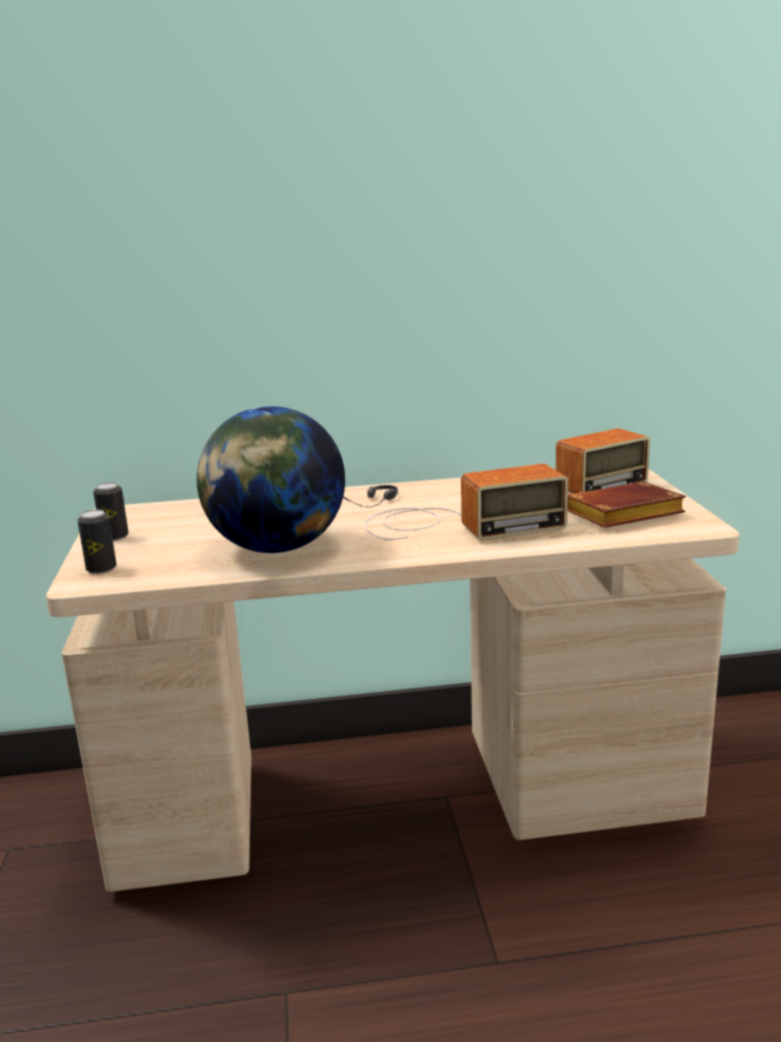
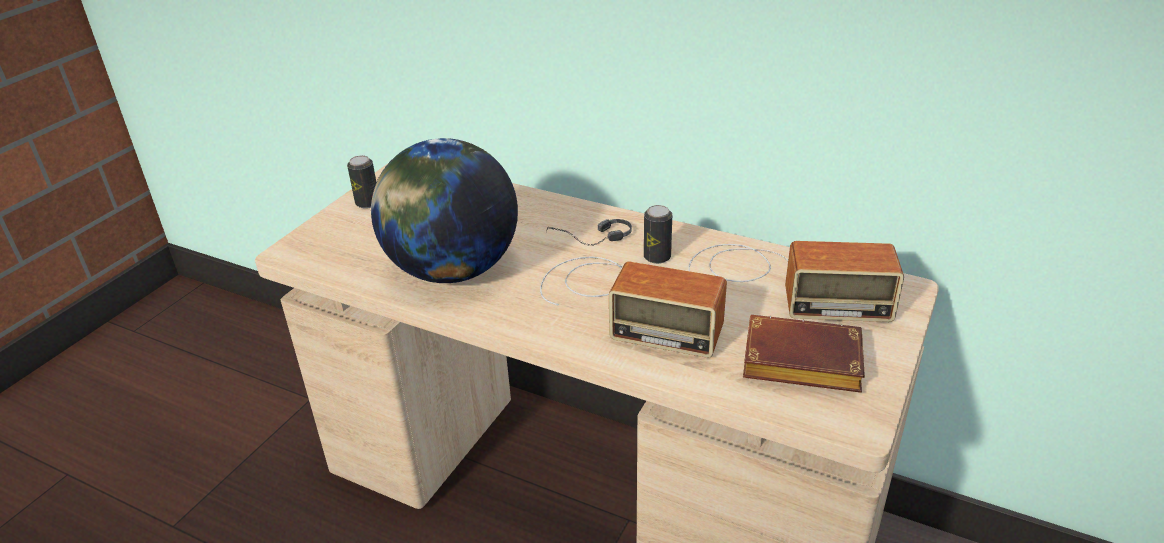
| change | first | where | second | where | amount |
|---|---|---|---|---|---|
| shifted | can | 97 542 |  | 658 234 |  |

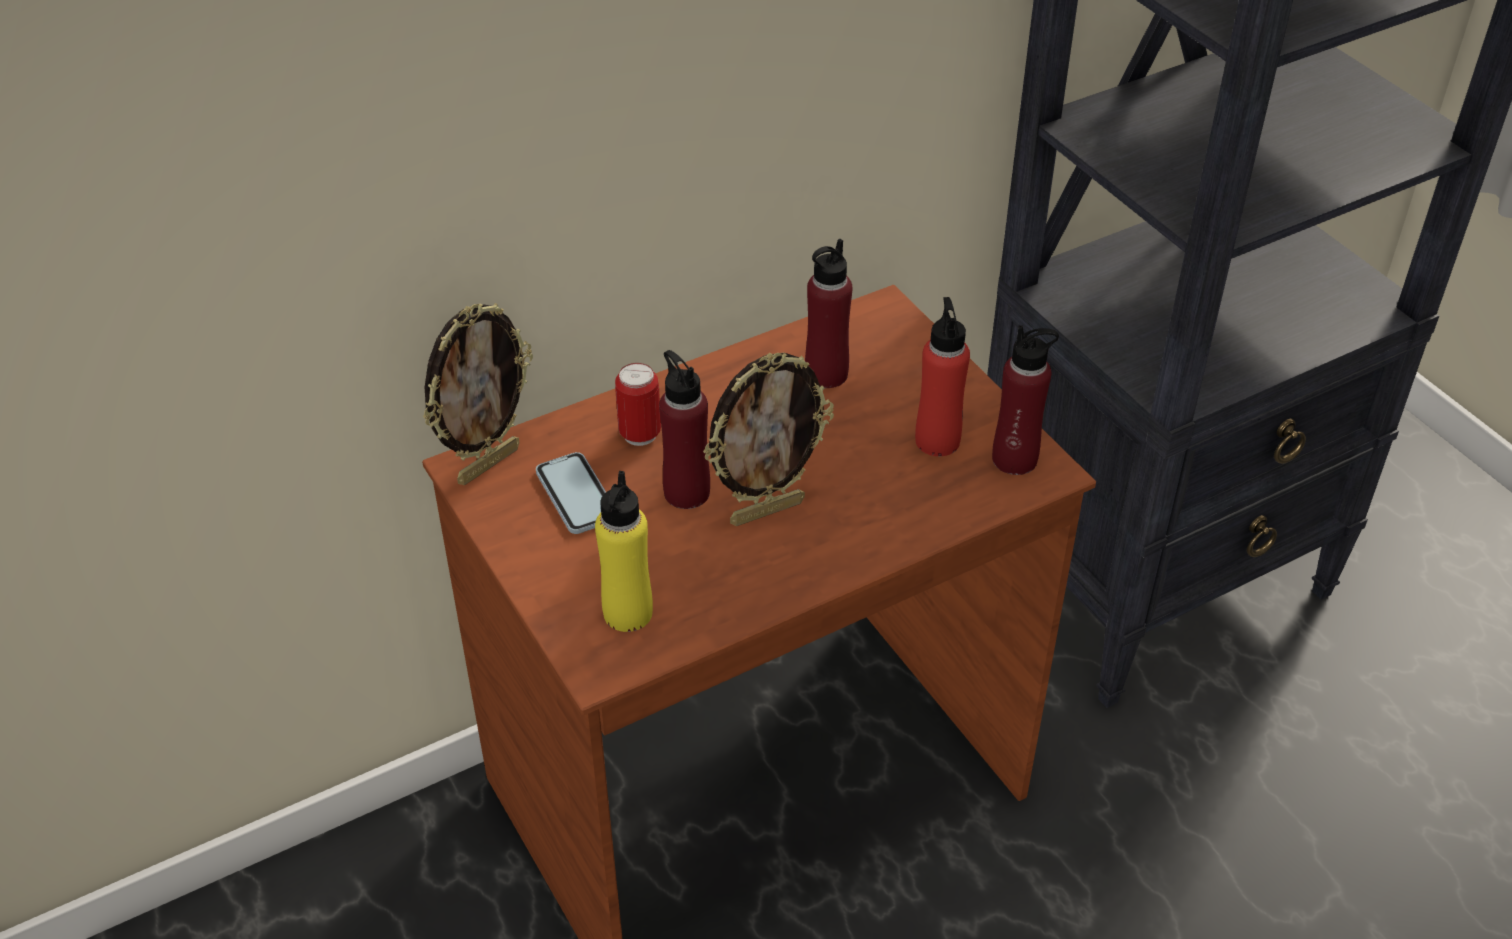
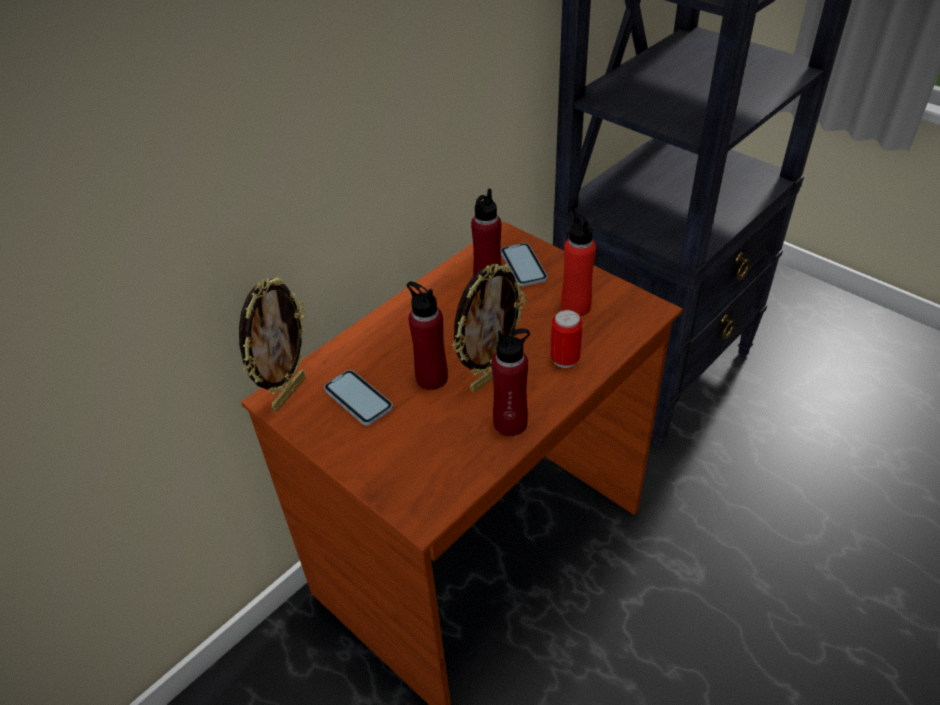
| change | first | where | second | where | amount |
|---|---|---|---|---|---|
| shifted | red bottle | 1025 400 |  | 511 382 |  |
| new |  |  | phone | 524 264 |  |
| shifted | can | 638 404 |  | 566 339 |  |
| gone | yellow bottle | 624 551 |  |  |  |

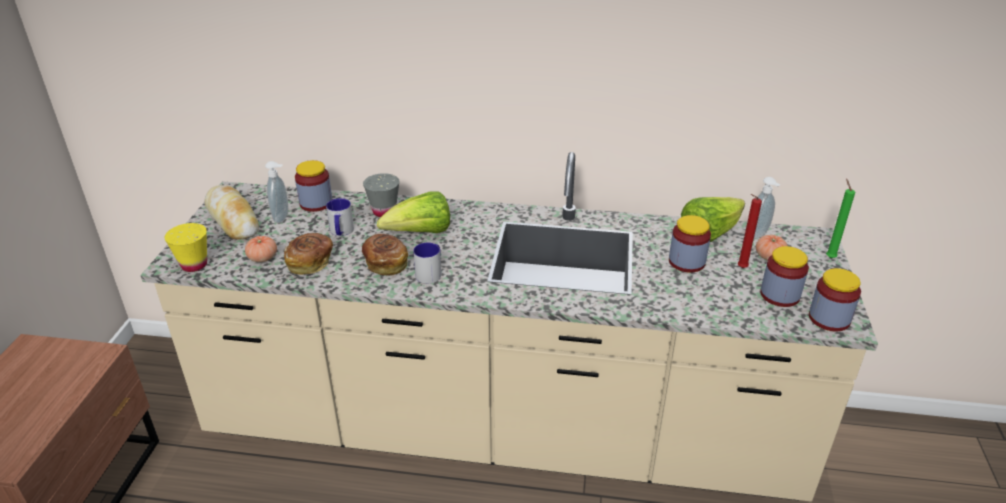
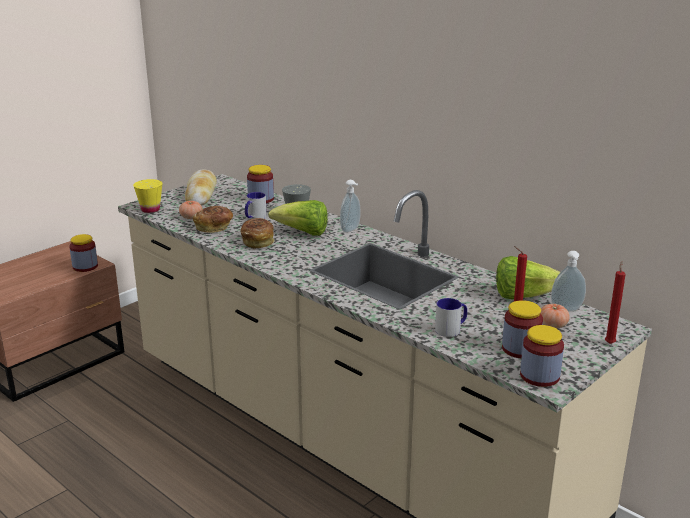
| change | first | where | second | where | amount |
|---|---|---|---|---|---|
| shifted | jar | 690 244 |  | 83 253 |  |
| shifted | soap dispenser | 276 192 |  | 350 206 |  |
| shifted | mug | 427 263 |  | 451 317 |  |
| repainted | green candle | 840 218 | red candle | 615 302 |  |

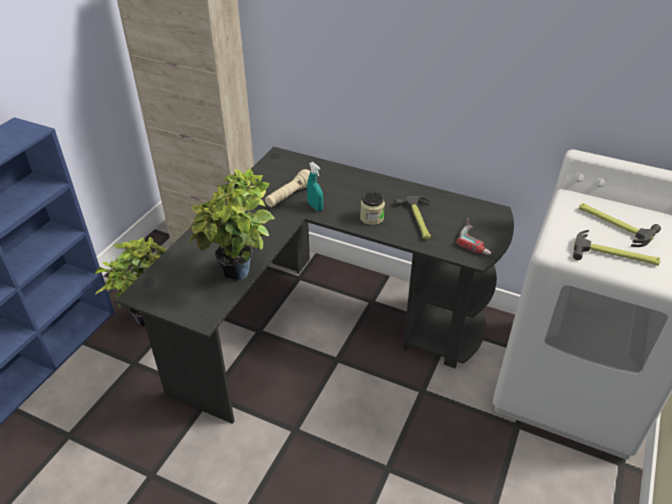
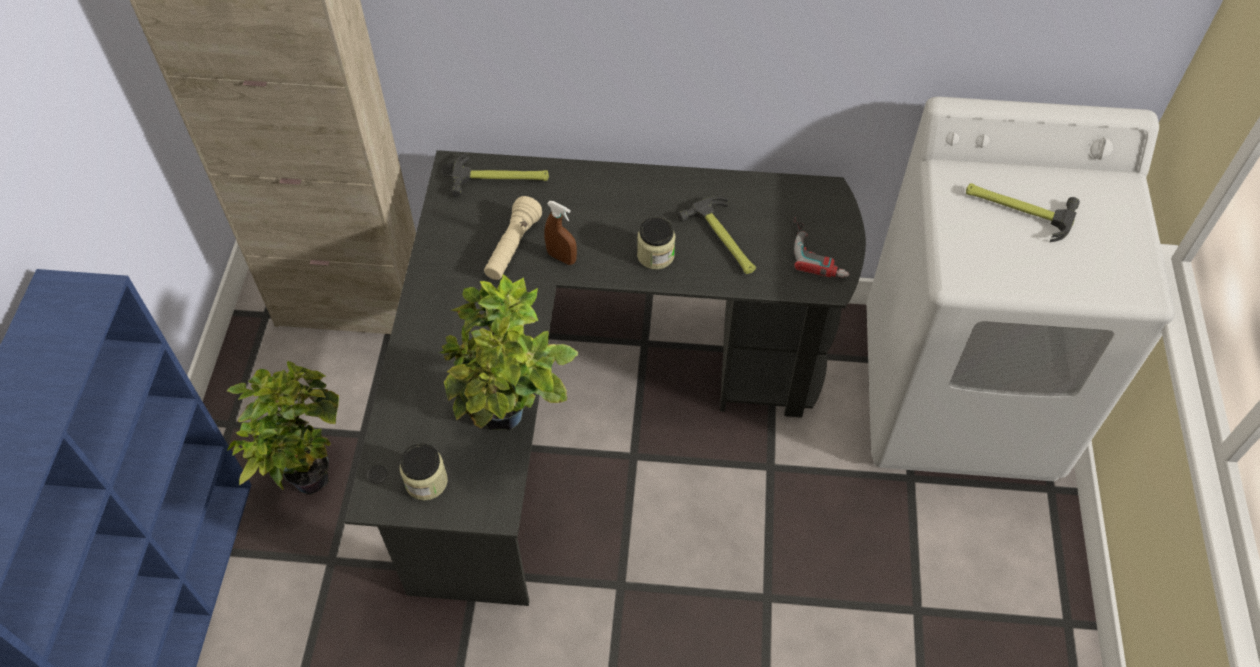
| change | first | where | second | where | amount |
|---|---|---|---|---|---|
| new |  |  | jar | 424 471 |  |
| shifted | hammer | 617 248 |  | 500 174 |  |
| repainted | turquoise spray bottle | 315 186 | brown spray bottle | 560 233 |  |

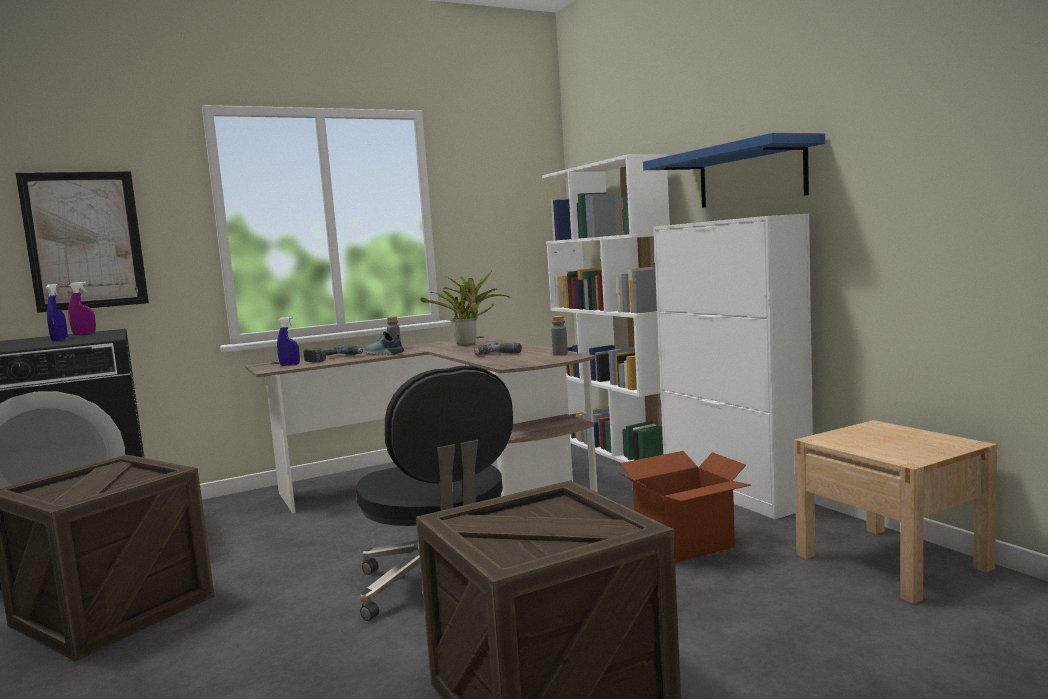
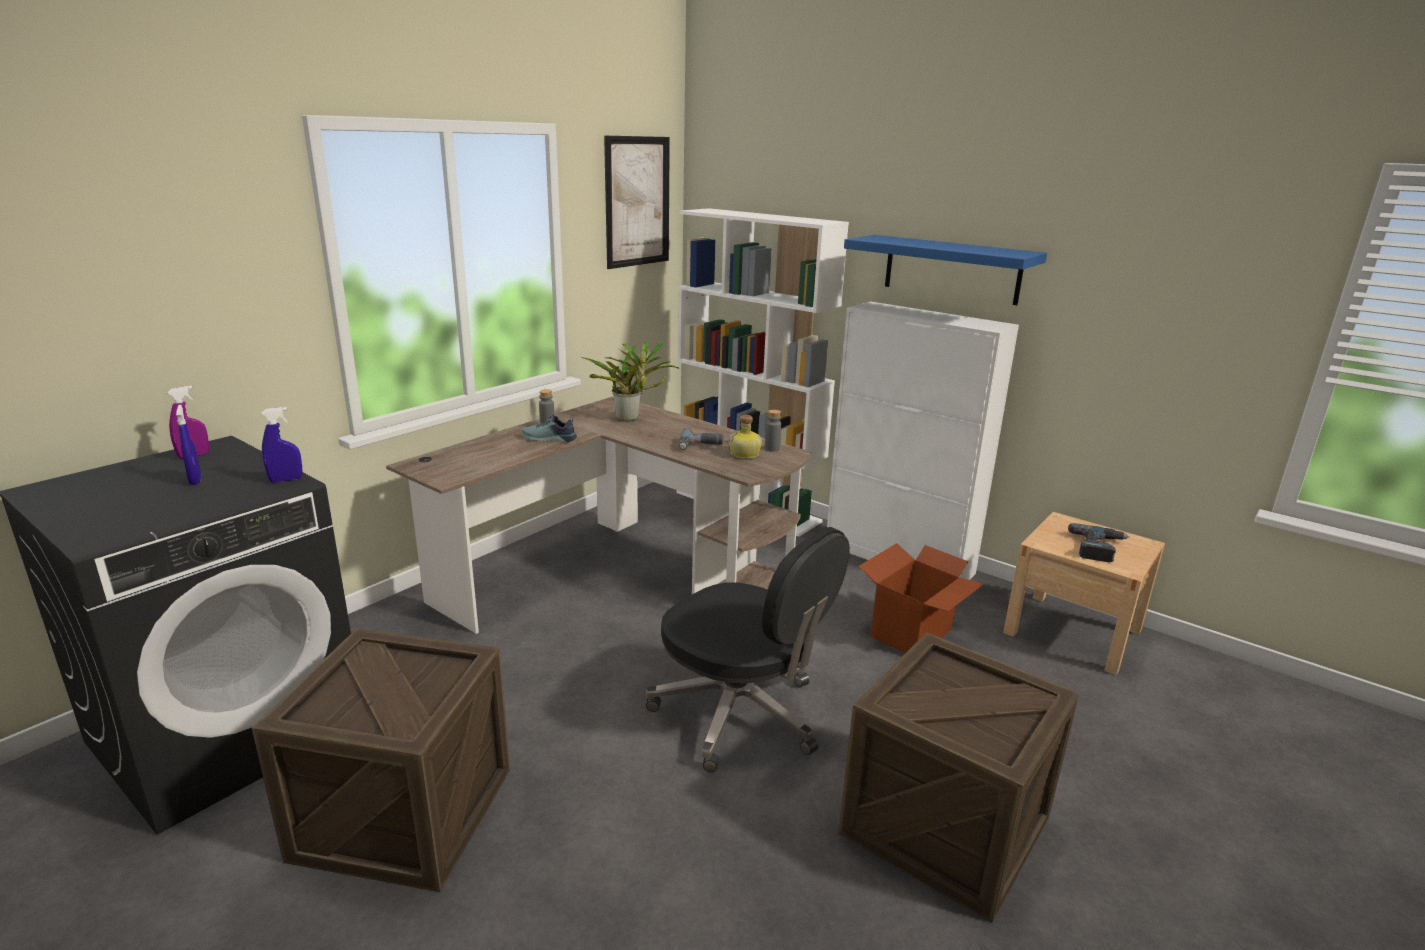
| change | first | where | second | where | amount |
|---|---|---|---|---|---|
| shifted | blue spray bottle | 288 341 |  | 281 444 |  |
| shifted | picture | 82 242 |  | 637 202 |  |
| new |  |  | bottle | 745 437 |  |
| shifted | power drill | 333 354 |  | 1099 542 |  |

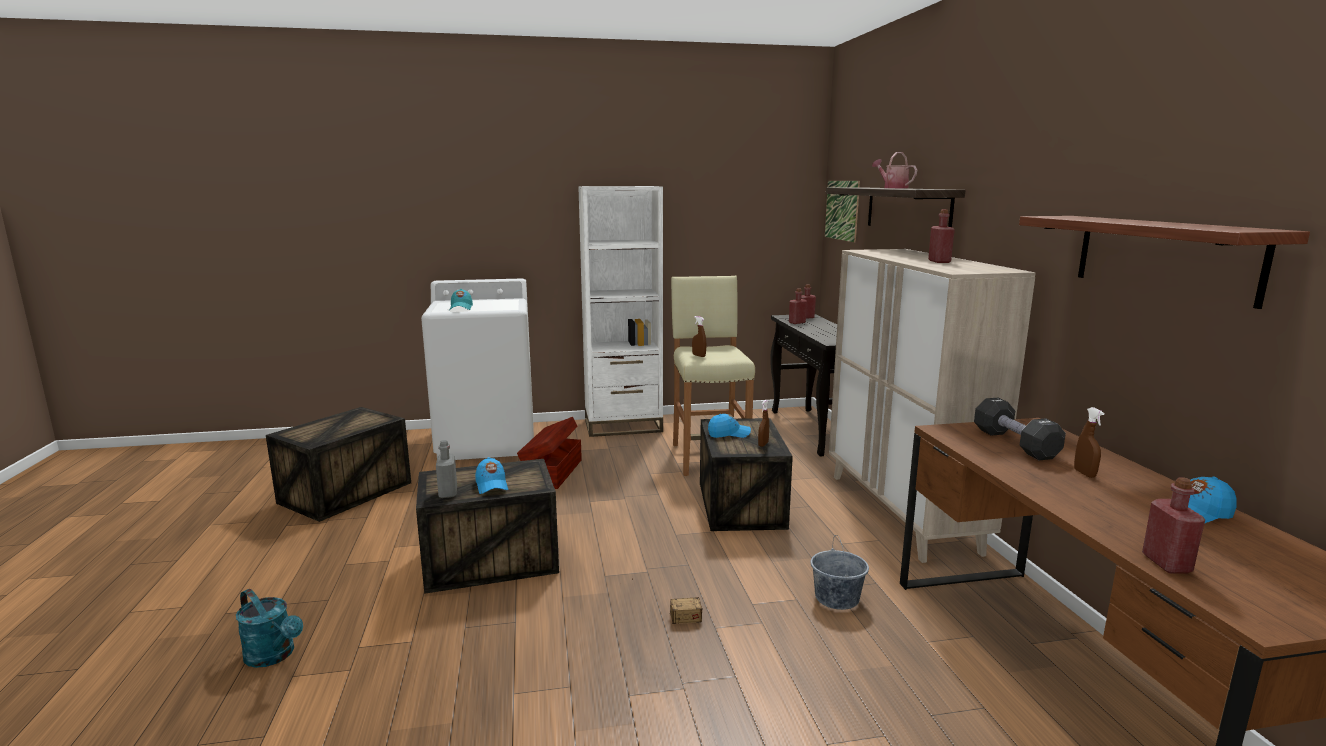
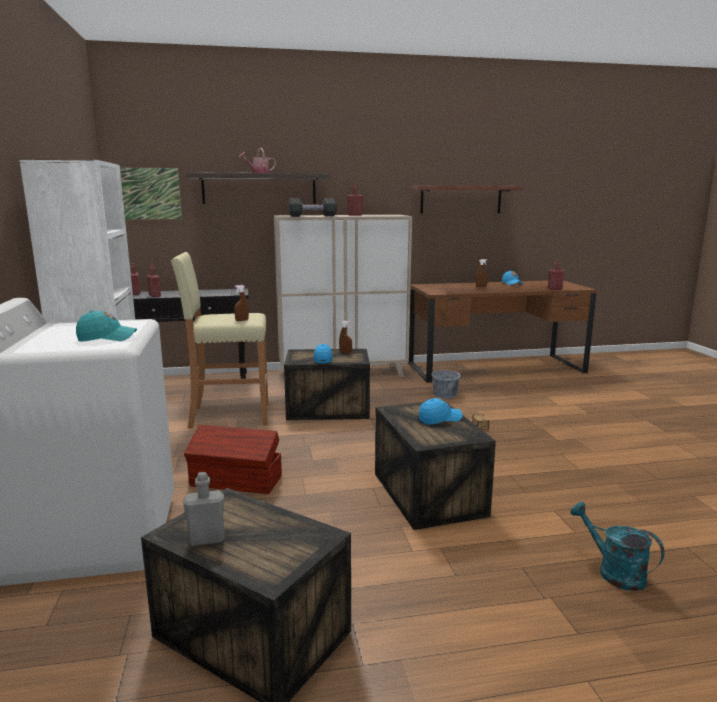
| change | first | where | second | where | amount |
|---|---|---|---|---|---|
| shifted | grey bottle | 446 469 |  | 203 509 |  |
| shifted | black dumbbell | 1020 429 |  | 312 207 |  |
| rotated | turquoise watering can | 269 628 |  | 617 546 | 75 degrees counterclockwise |

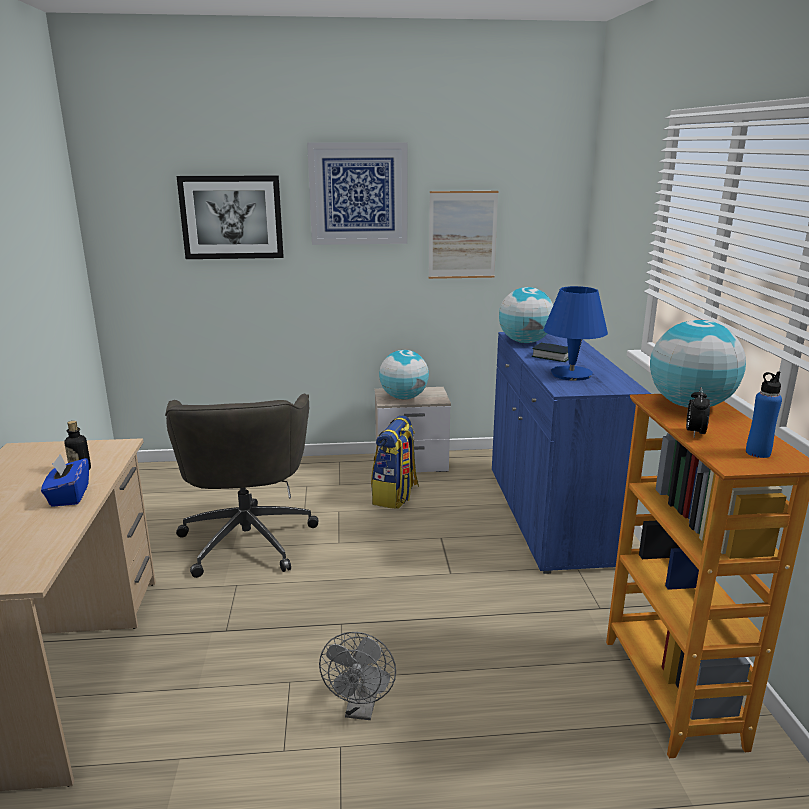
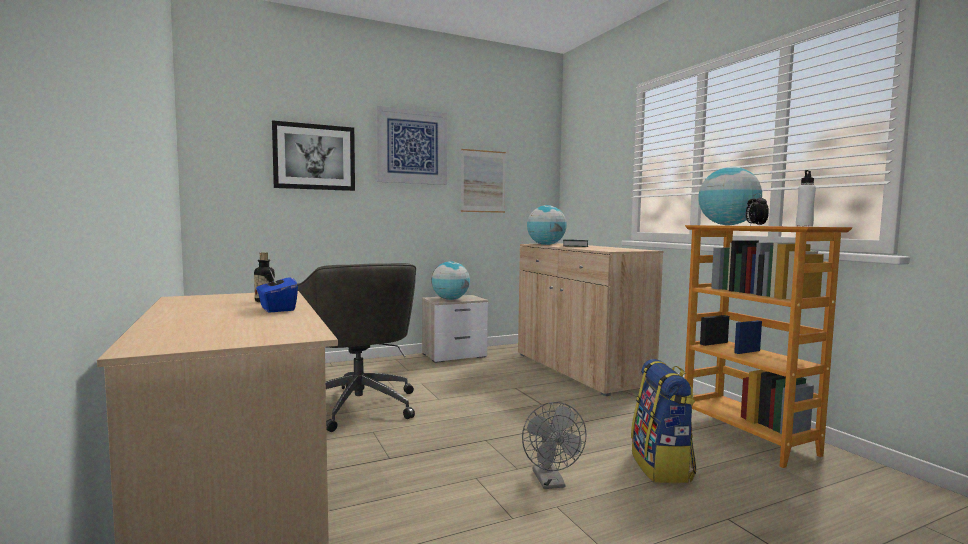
| change | first | where | second | where | amount |
|---|---|---|---|---|---|
| repainted | blue cabinet | 571 453 | beige cabinet | 590 320 |  |
| shifted | backpack | 395 462 |  | 664 421 |  |
| repainted | blue bottle | 764 414 | white bottle | 806 198 |  |
| gone | blue table lamp | 575 333 |  |  |  |

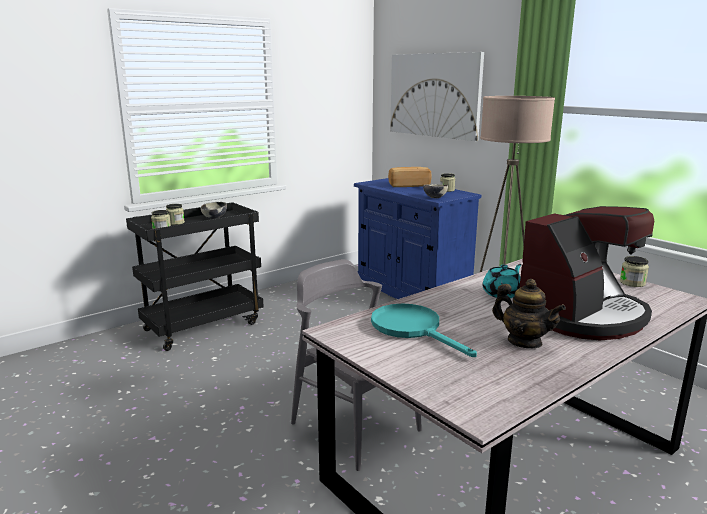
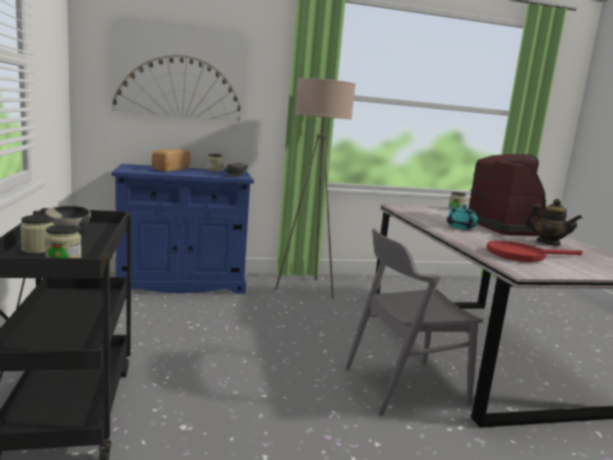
| change | first | where | second | where | amount |
|---|---|---|---|---|---|
| repainted | turquoise frying pan | 424 330 | red frying pan | 535 251 |  |
| rotated | teapot | 529 313 |  | 553 222 | 60 degrees clockwise |

